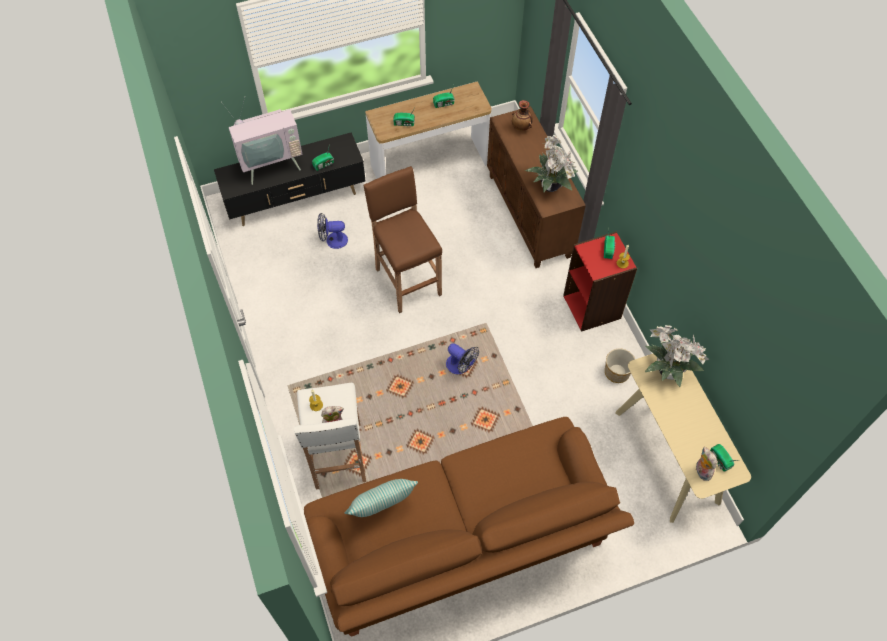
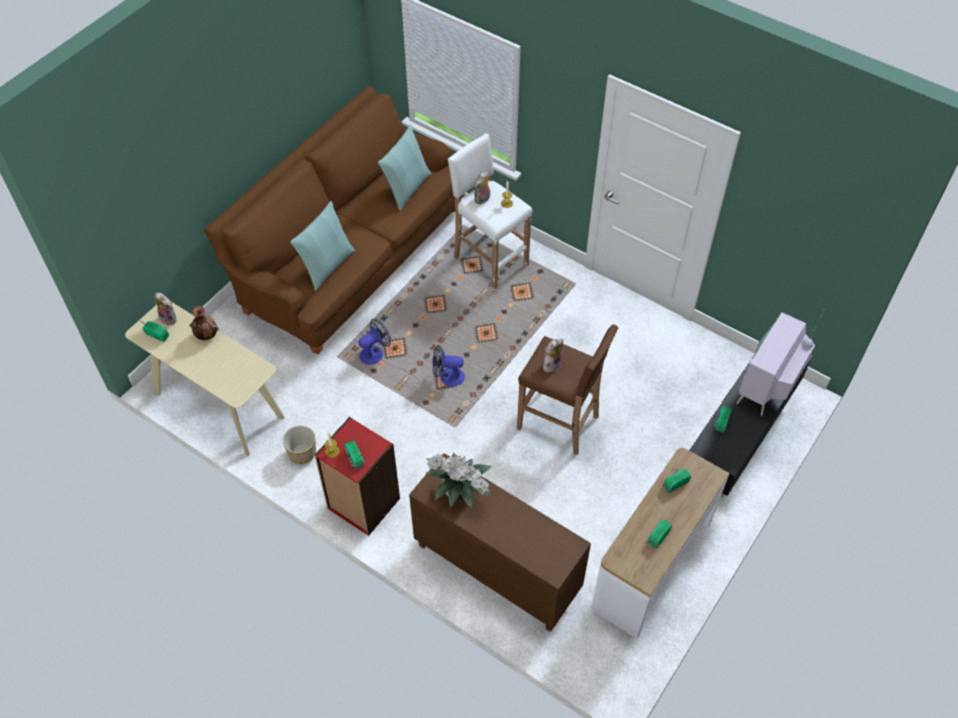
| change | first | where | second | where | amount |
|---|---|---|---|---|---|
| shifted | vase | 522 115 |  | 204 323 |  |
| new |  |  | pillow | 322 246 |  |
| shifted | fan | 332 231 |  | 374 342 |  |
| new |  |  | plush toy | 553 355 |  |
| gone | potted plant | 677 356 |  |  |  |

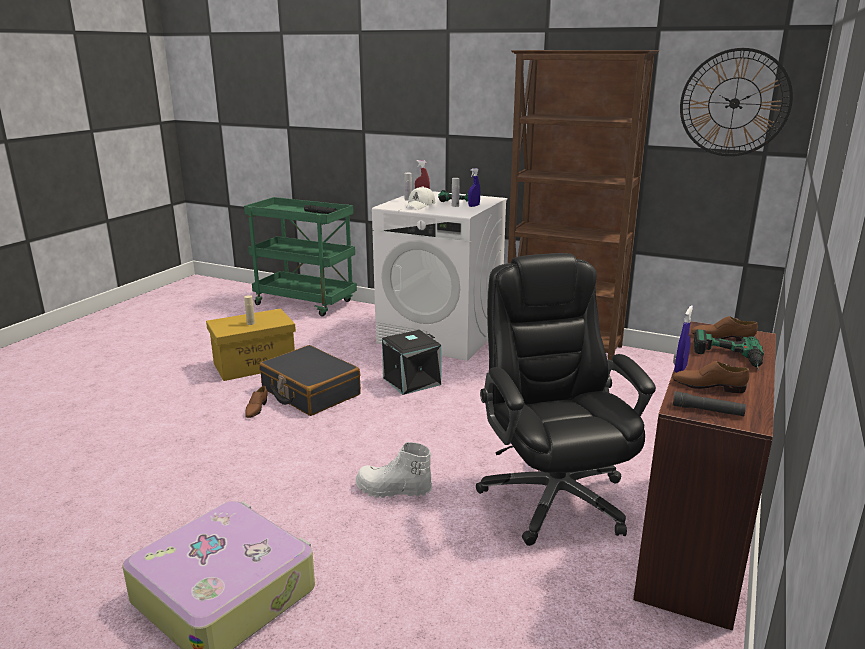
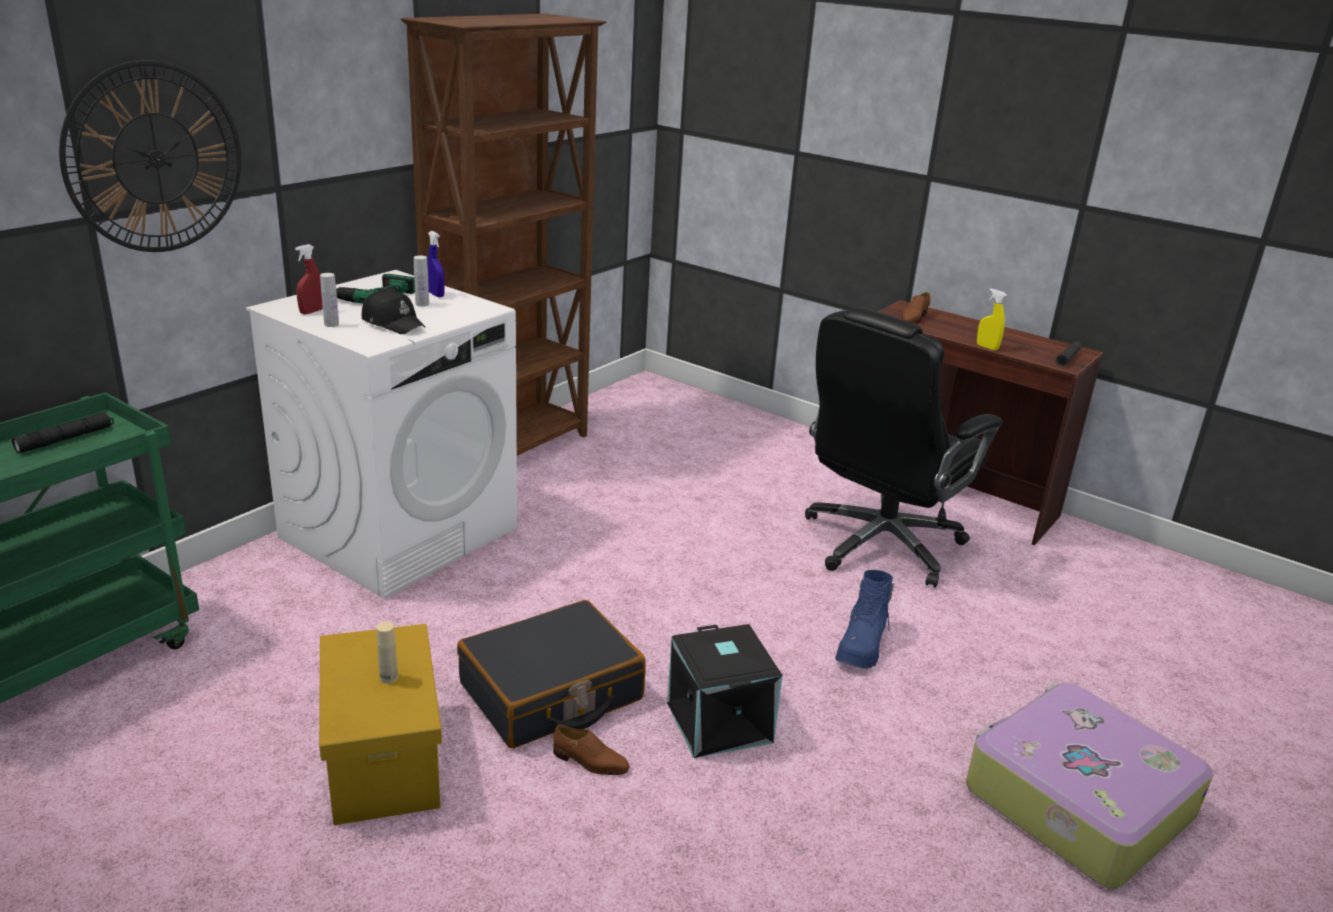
| change | first | where | second | where | amount |
|---|---|---|---|---|---|
| shifted | wall clock | 736 102 |  | 150 156 |  |
| repainted | white cap | 421 197 | black cap | 393 311 |  |
| shifted | black storage box | 412 362 |  | 725 691 |  |
| rotated | black office chair | 566 399 |  | 904 447 | 45 degrees counterclockwise |
| repainted | white boot | 393 470 | blue boot | 865 619 |  |
| repainted | blue spray bottle | 683 339 | yellow spray bottle | 992 319 |  |
| gone | brown shoe | 710 377 |  |  |  |
| gone | power drill | 729 350 |  |  |  |

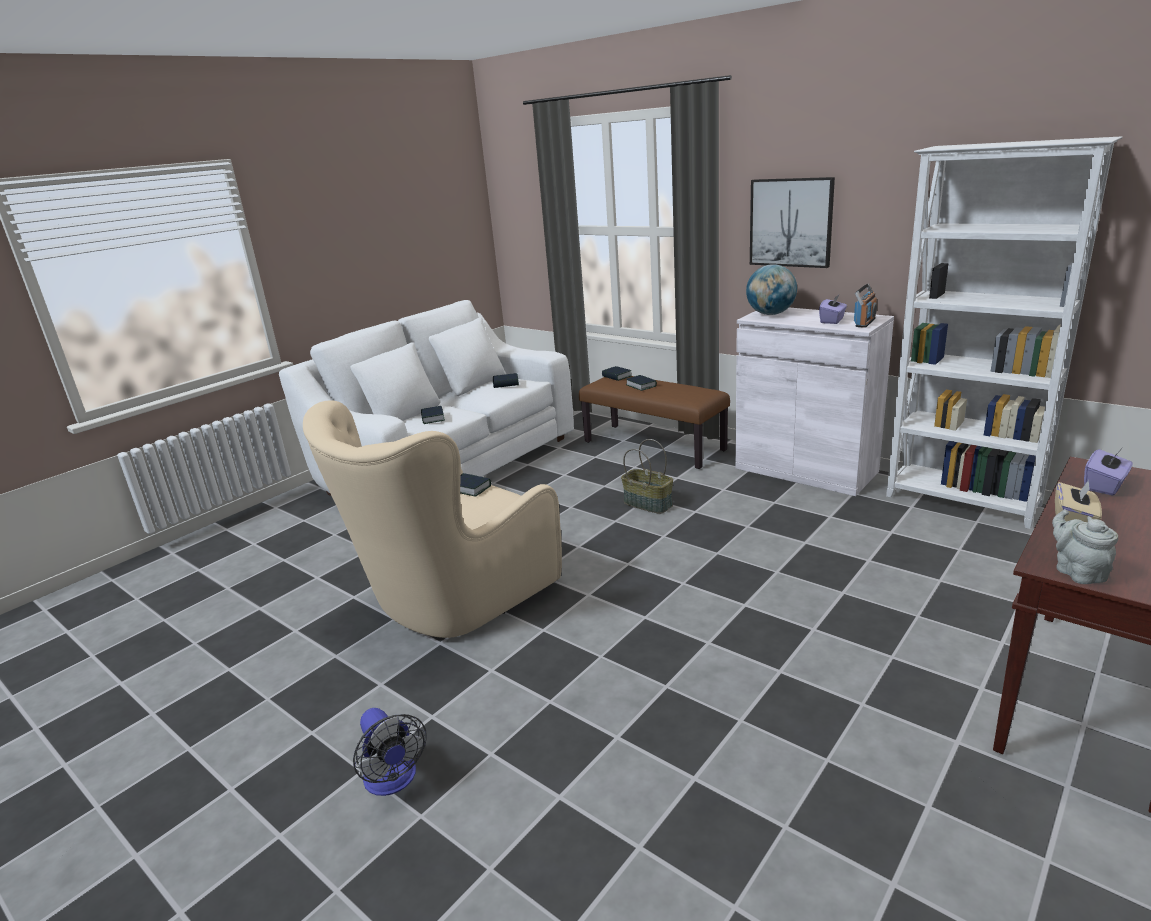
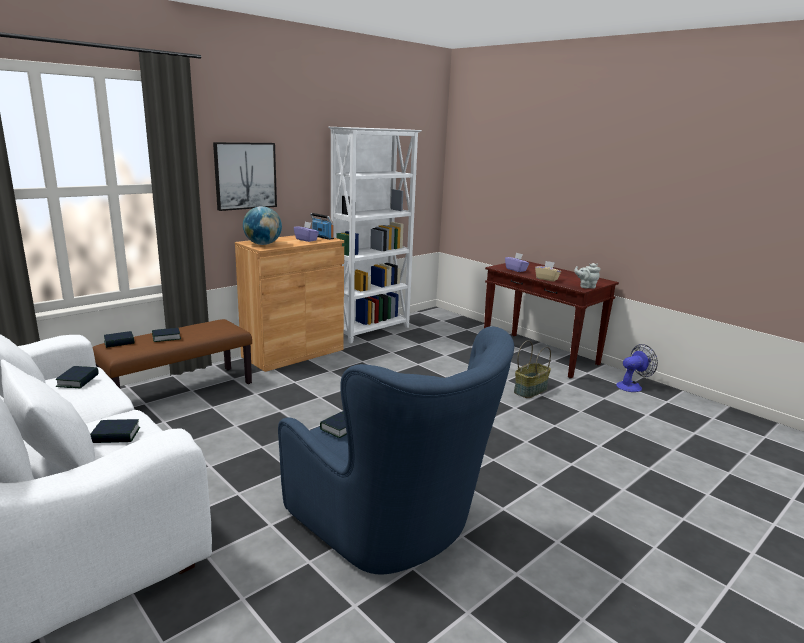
| change | first | where | second | where | amount |
|---|---|---|---|---|---|
| repainted | white cabinet | 814 402 | brown cabinet | 289 303 |  |
| repainted | beige armchair | 432 519 | blue armchair | 396 450 |  |
| shifted | basket | 647 476 |  | 532 369 |  |
| shifted | fan | 390 752 |  | 637 368 |  |

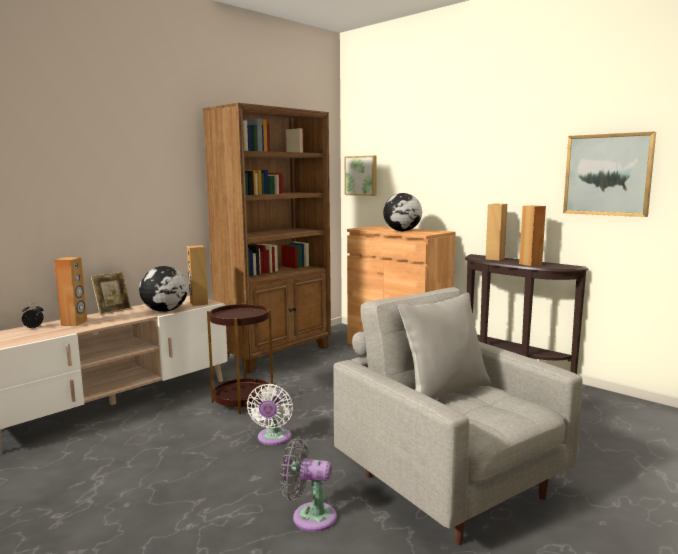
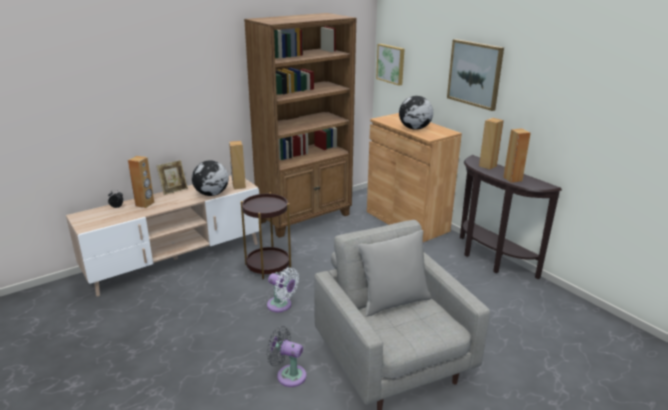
| change | first | where | second | where | amount |
|---|---|---|---|---|---|
| rotated | white fan | 270 414 |  | 283 290 | 75 degrees counterclockwise |
| shifted | picture | 609 174 |  | 475 75 |  |

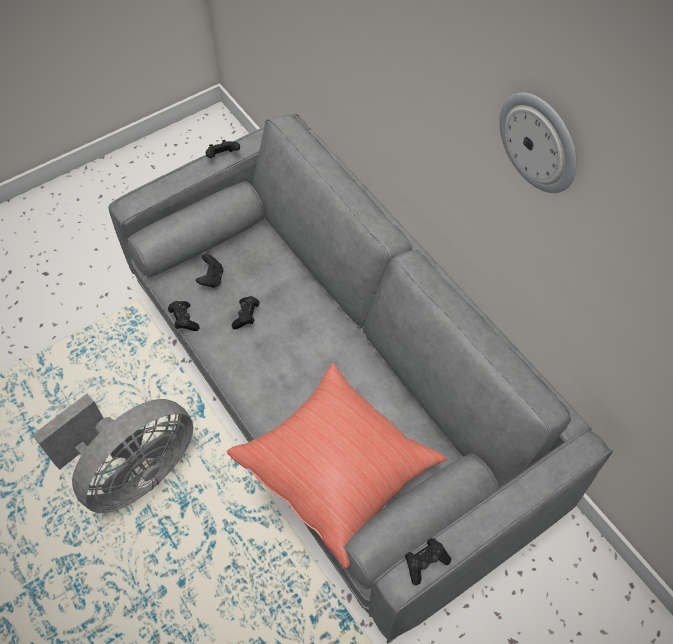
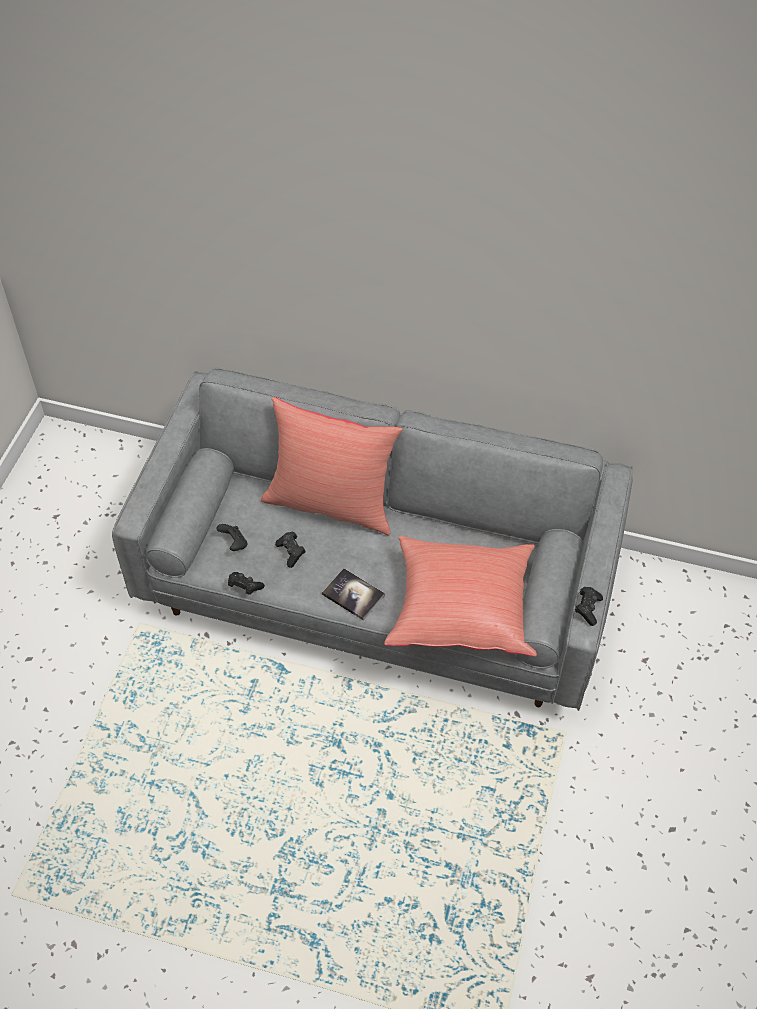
| change | first | where | second | where | amount |
|---|---|---|---|---|---|
| new |  |  | red pillow | 332 466 |  |
| new |  |  | book | 353 594 |  |
| gone | grey fan | 113 453 |  |  |  |
| gone | black game controller | 223 149 |  |  |  |
| gone | wall clock | 538 143 |  |  |  |

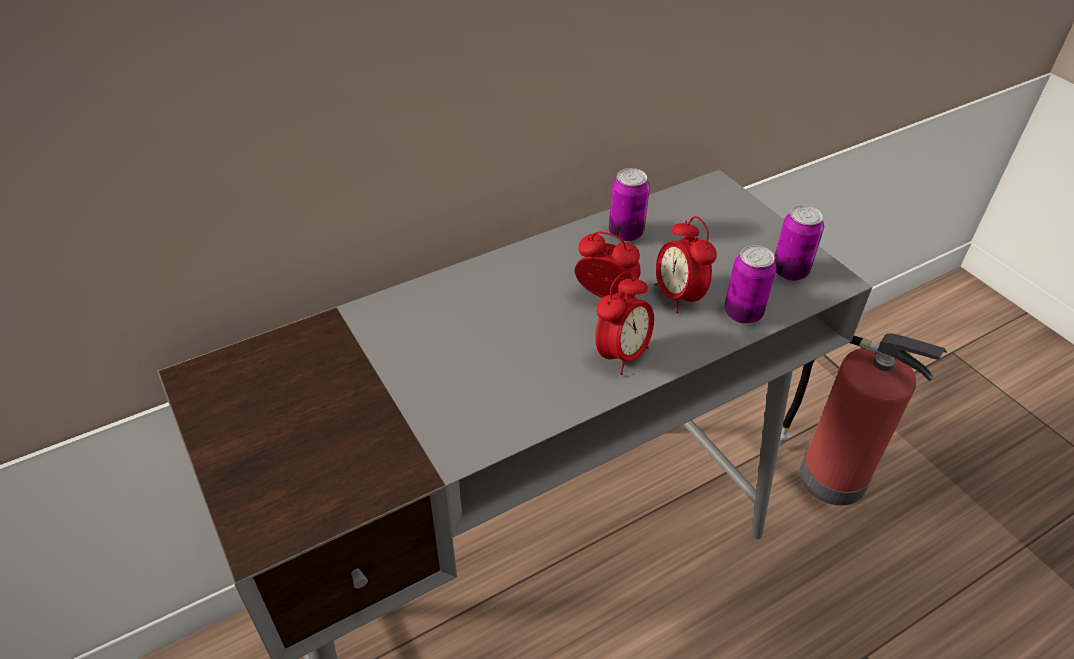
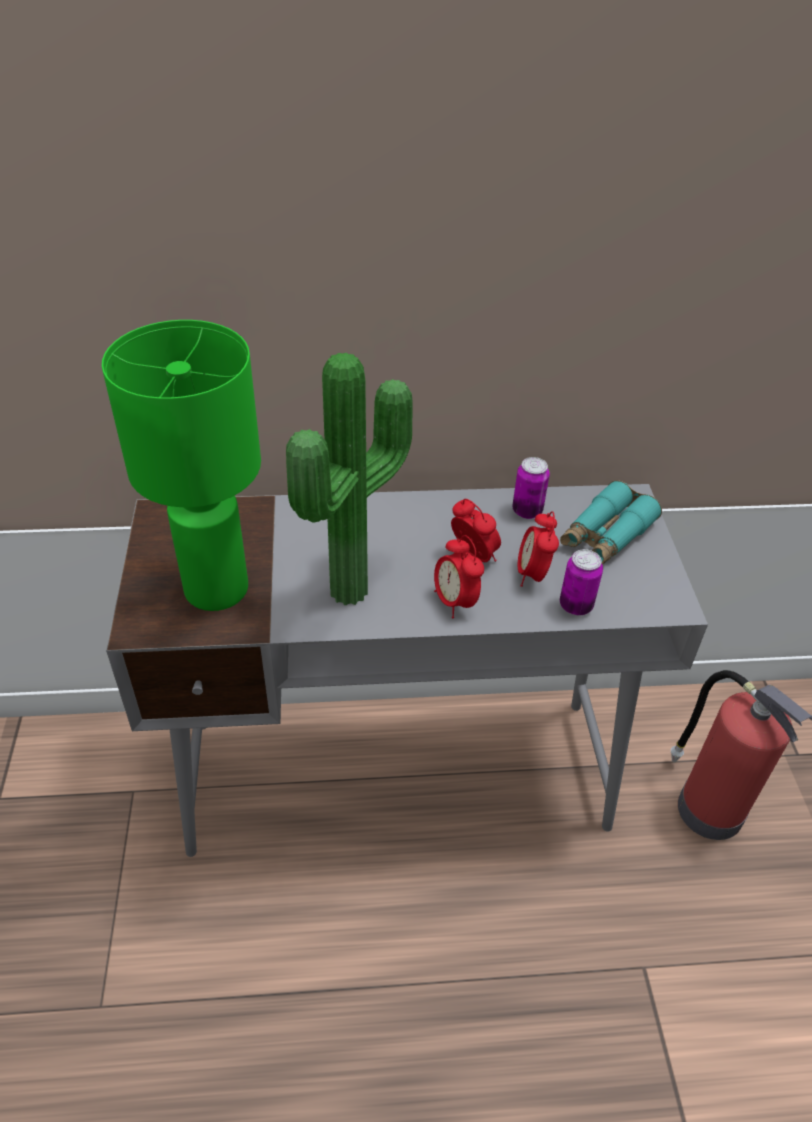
| change | first | where | second | where | amount |
|---|---|---|---|---|---|
| new |  |  | green table lamp | 181 465 |  |
| new |  |  | potted plant | 349 479 |  |
| rotated | alarm clock | 624 323 |  | 459 576 | 90 degrees clockwise |
| new |  |  | turquoise binoculars | 611 522 |  |
| gone | can | 799 243 |  |  |  |

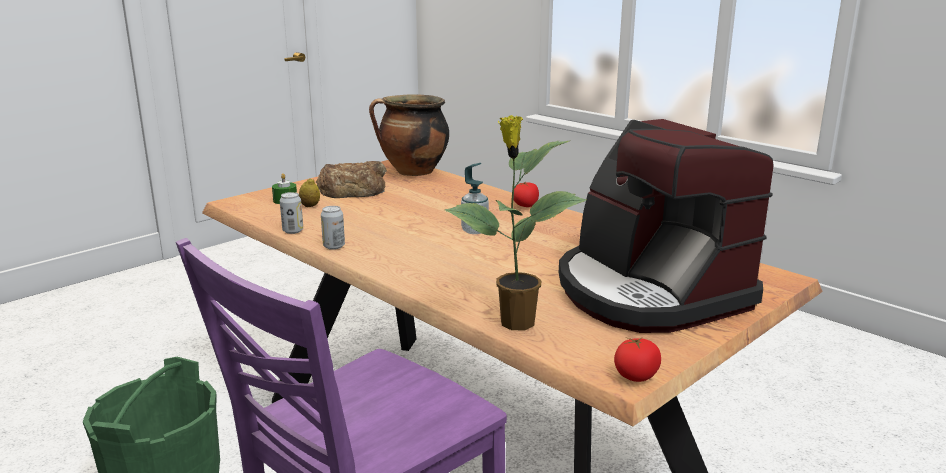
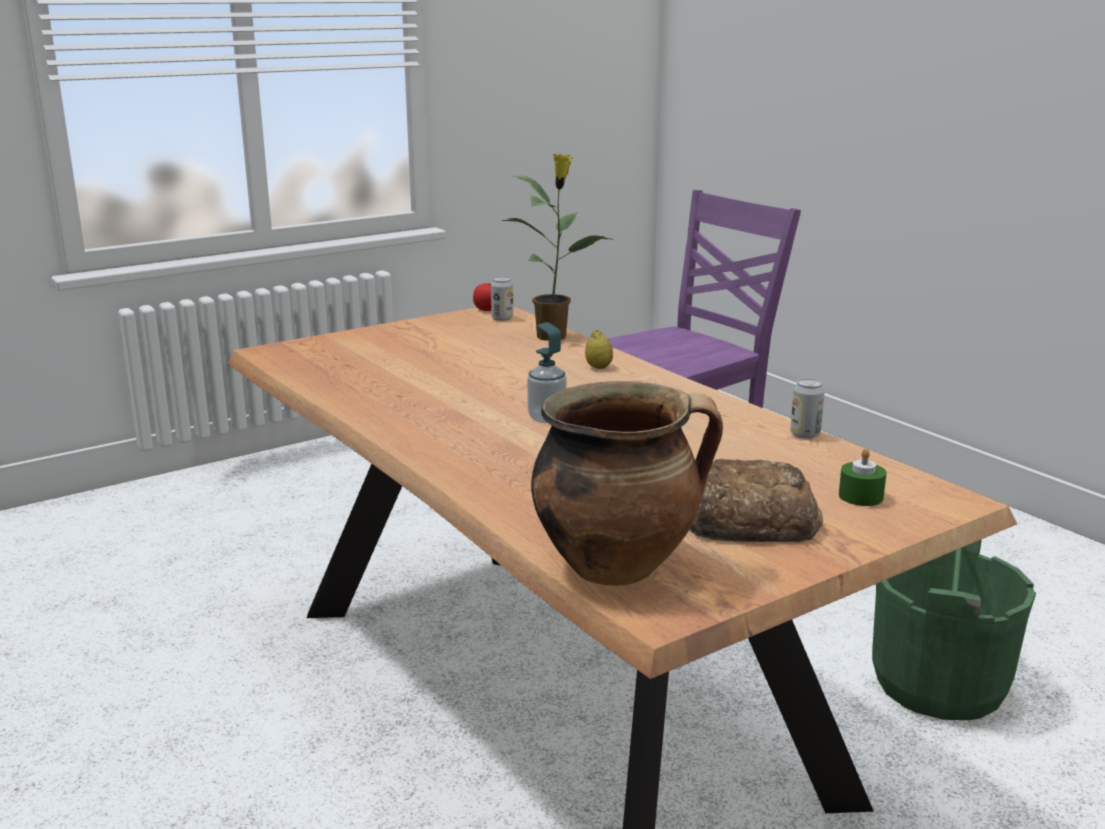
| change | first | where | second | where | amount |
|---|---|---|---|---|---|
| shifted | can | 333 228 |  | 502 299 |  |
| shifted | lemon | 309 192 |  | 599 349 |  |
| gone | tomato | 526 194 |  |  |  |
| gone | coffee machine | 666 226 |  |  |  |

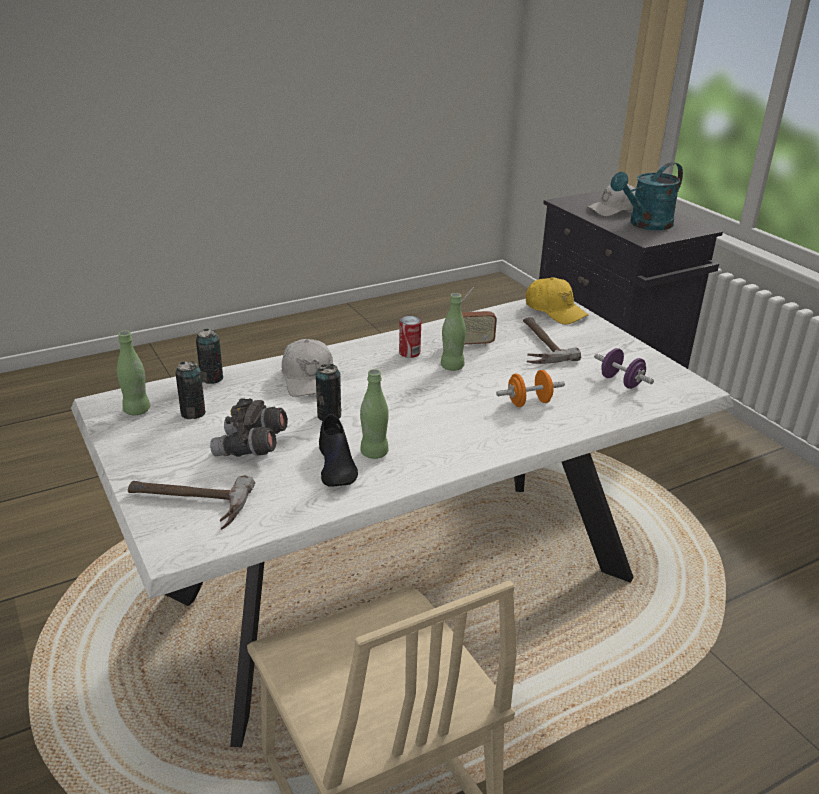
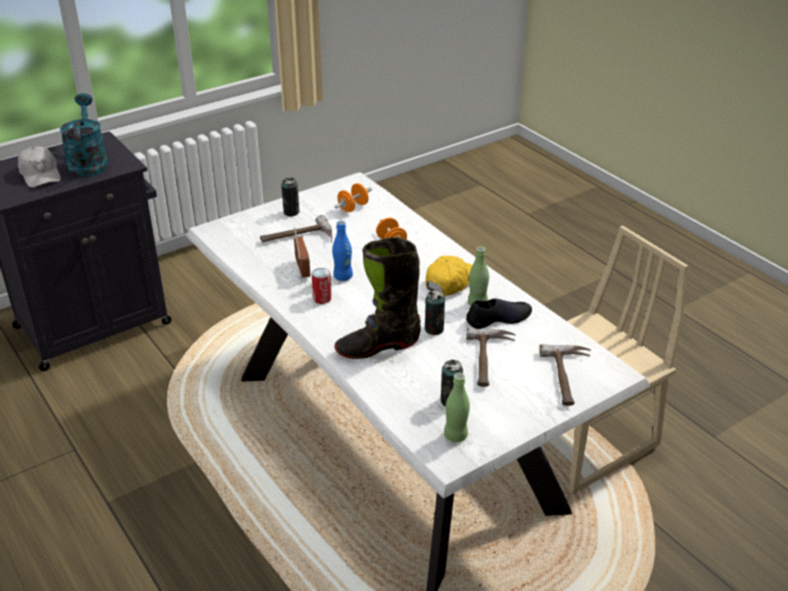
| change | first | where | second | where | amount |
|---|---|---|---|---|---|
| rotated | turquoise watering can | 646 196 |  | 84 135 | 150 degrees counterclockwise |
| shifted | can | 209 356 |  | 290 197 |  |
| repainted | green bottle | 453 332 | blue bottle | 342 251 |  |
| repainted | purple dumbbell | 624 368 | orange dumbbell | 353 197 |  |
| swapped | white cap | 307 368 | black boot | 378 298 |  |
| shifted | yellow cap | 557 300 |  | 449 276 |  |
| swapped | grey binoculars | 249 427 | hammer | 491 357 |  |

